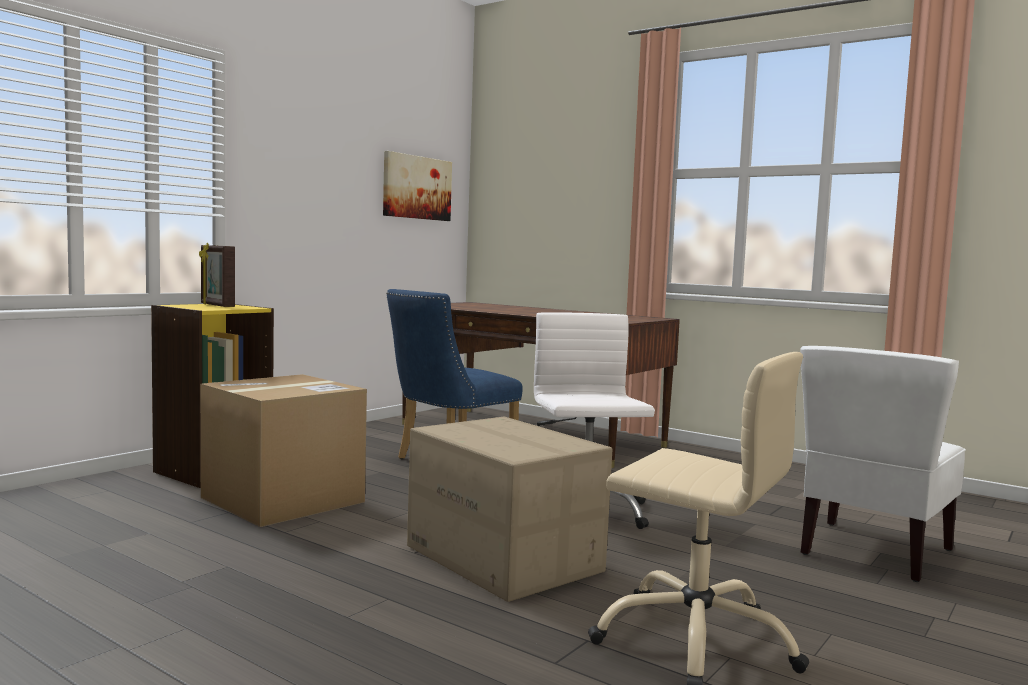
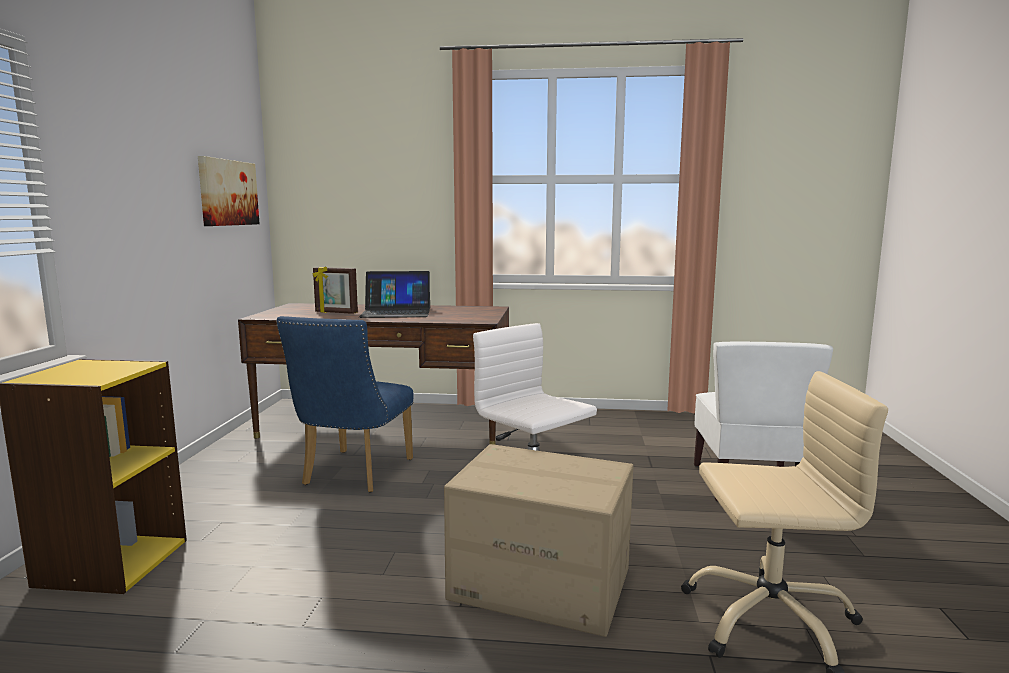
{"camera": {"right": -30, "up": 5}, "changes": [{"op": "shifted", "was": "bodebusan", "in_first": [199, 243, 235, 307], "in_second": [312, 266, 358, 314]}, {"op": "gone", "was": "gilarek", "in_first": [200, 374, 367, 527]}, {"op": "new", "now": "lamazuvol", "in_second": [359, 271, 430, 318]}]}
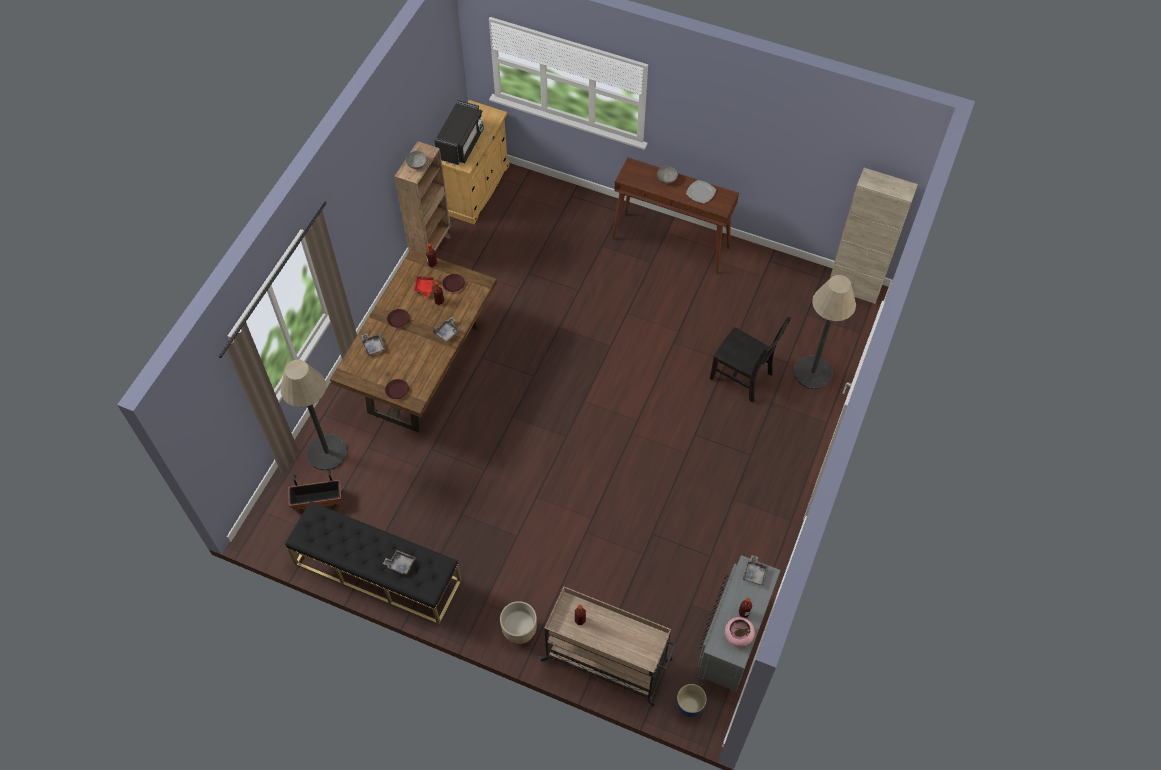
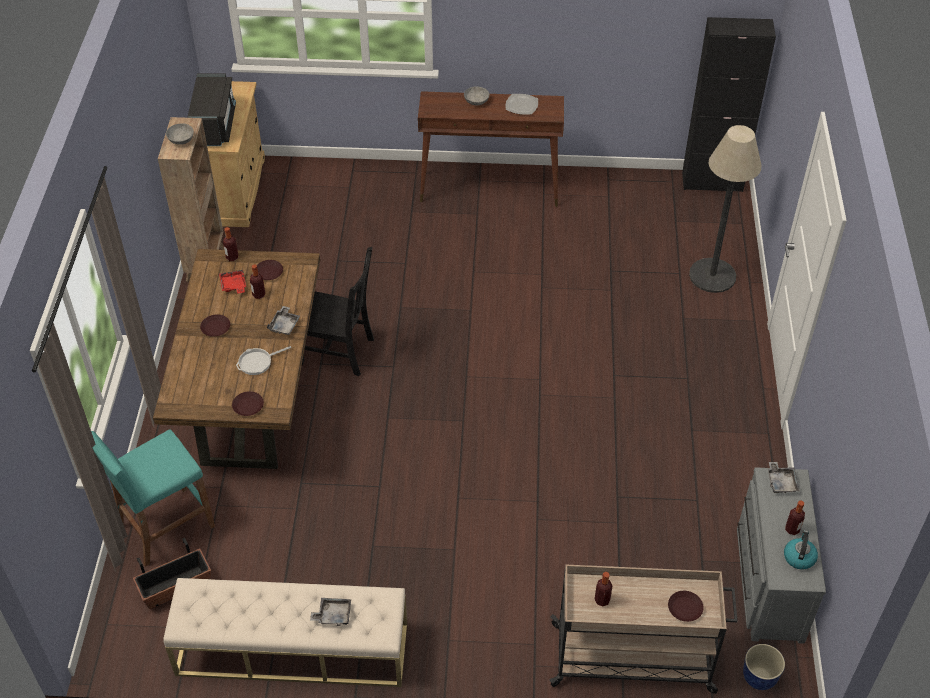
{"camera": {"right": -20, "up": -10}, "changes": [{"op": "swapped", "was": "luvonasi", "now": "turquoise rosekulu", "in_first": [281, 360, 347, 470], "in_second": [91, 430, 215, 567]}, {"op": "repainted", "was": "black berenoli", "now": "beige berenoli", "in_first": [285, 502, 462, 624], "in_second": [163, 578, 407, 687]}, {"op": "gone", "was": "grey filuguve", "in_first": [361, 333, 386, 356]}, {"op": "gone", "was": "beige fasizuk", "in_first": [500, 601, 537, 644]}, {"op": "shifted", "was": "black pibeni", "in_first": [710, 317, 791, 403], "in_second": [302, 247, 374, 376]}, {"op": "swapped", "was": "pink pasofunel", "now": "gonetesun", "in_first": [725, 617, 755, 647], "in_second": [784, 530, 818, 570]}, {"op": "repainted", "was": "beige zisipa", "now": "black zisipa", "in_first": [830, 168, 918, 304], "in_second": [682, 17, 776, 192]}, {"op": "new", "now": "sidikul", "in_second": [236, 346, 291, 375]}, {"op": "new", "now": "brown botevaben", "in_second": [668, 591, 704, 622]}]}
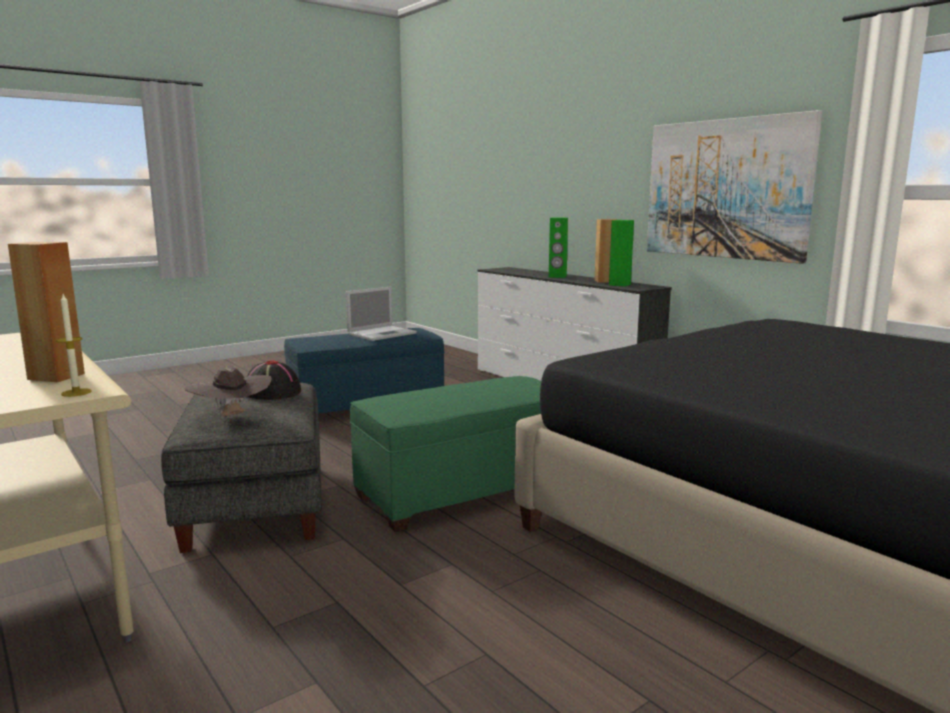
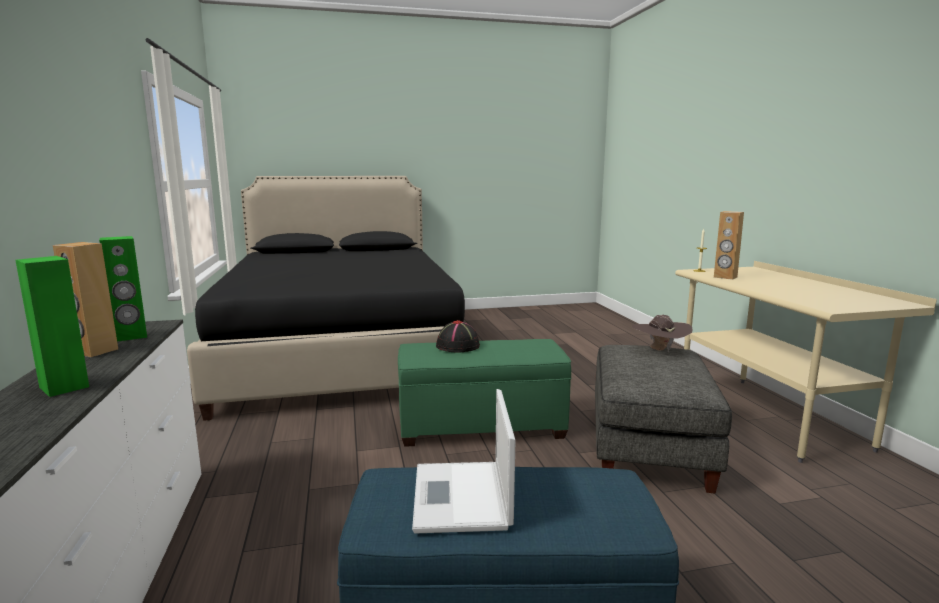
{"camera": {"right": -155, "up": 0}, "changes": [{"op": "shifted", "was": "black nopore", "in_first": [247, 360, 301, 400], "in_second": [436, 320, 480, 353]}, {"op": "rotated", "was": "lamazuvol", "in_first": [346, 286, 417, 341], "in_second": [412, 389, 516, 534], "clockwise": -75}, {"op": "gone", "was": "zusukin", "in_first": [647, 110, 822, 264]}]}
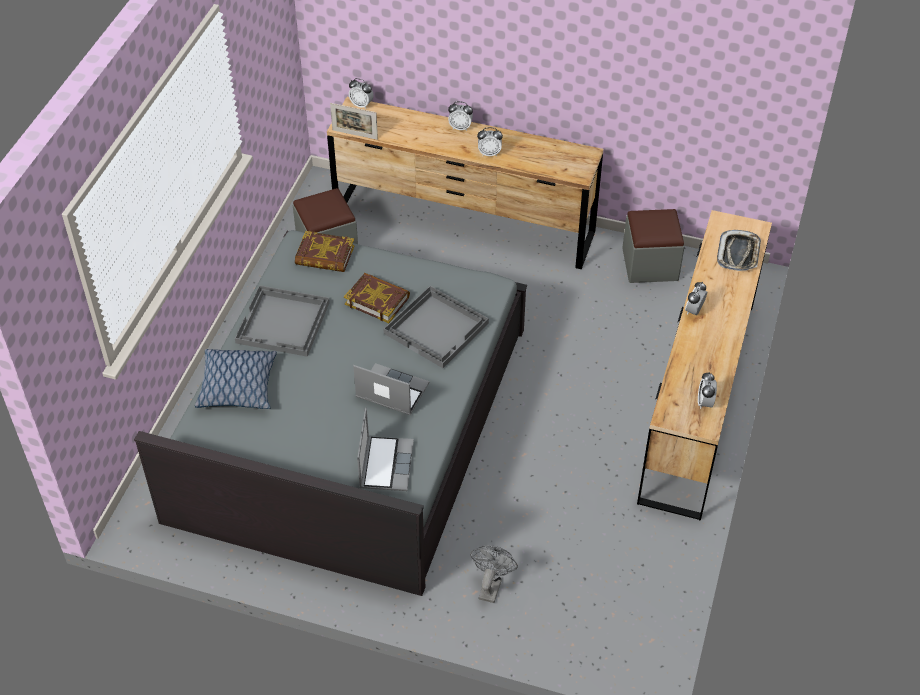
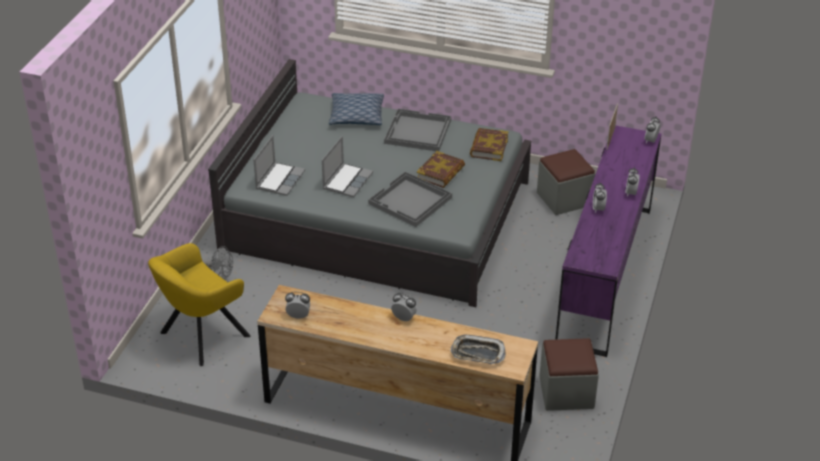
{"camera": {"right": 90, "up": -10}, "changes": [{"op": "repainted", "was": "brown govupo", "now": "purple govupo", "in_first": [327, 97, 603, 269], "in_second": [555, 126, 661, 357]}, {"op": "rotated", "was": "lamazuvol", "in_first": [357, 408, 414, 491], "in_second": [254, 135, 305, 196], "clockwise": -75}, {"op": "new", "now": "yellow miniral", "in_second": [148, 243, 251, 366]}]}
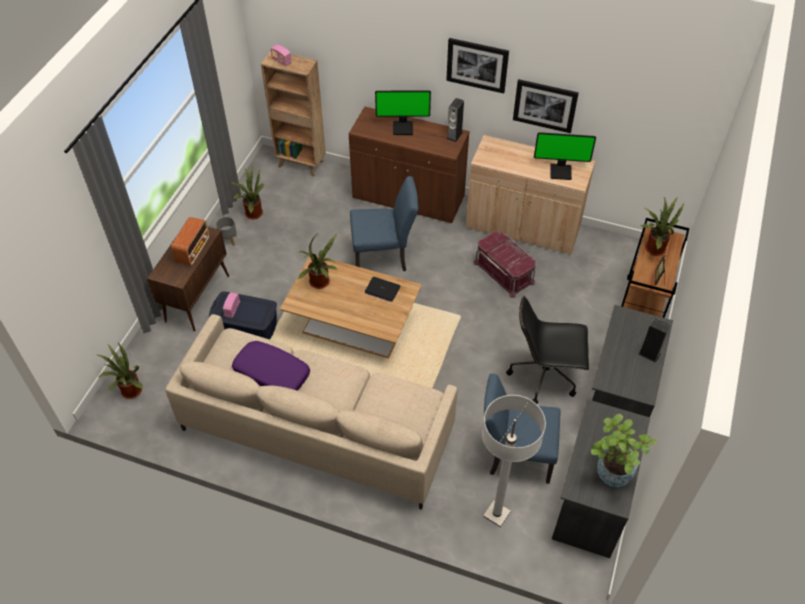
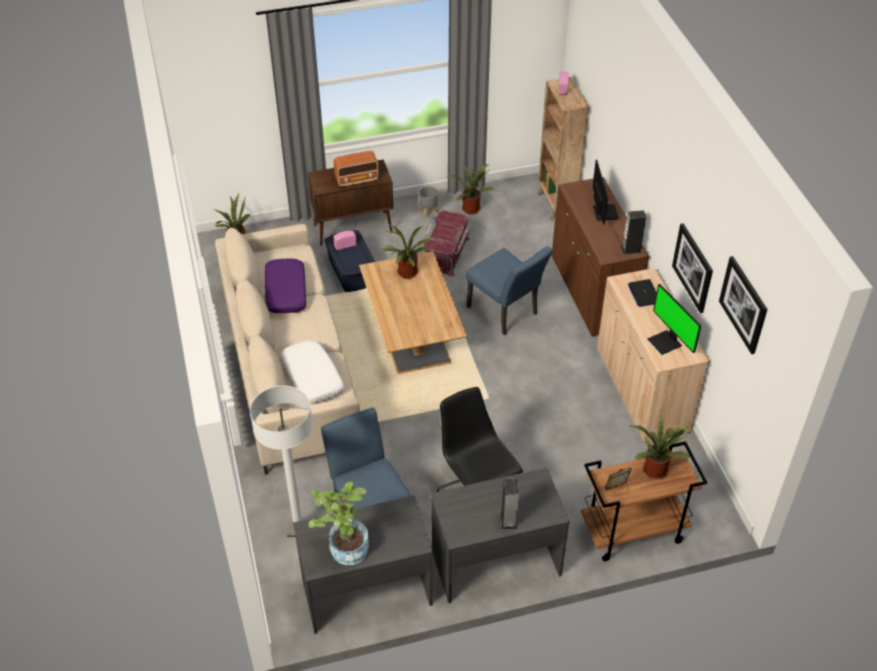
{"camera": {"right": 55, "up": -5}, "changes": [{"op": "shifted", "was": "lamazuvol", "in_first": [365, 277, 401, 302], "in_second": [628, 279, 657, 307]}, {"op": "rotated", "was": "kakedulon", "in_first": [375, 91, 431, 135], "in_second": [593, 160, 619, 225], "clockwise": -150}, {"op": "shifted", "was": "zusukin", "in_first": [446, 38, 509, 94], "in_second": [719, 256, 767, 354]}, {"op": "shifted", "was": "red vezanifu", "in_first": [473, 231, 536, 298], "in_second": [423, 211, 471, 277]}, {"op": "new", "now": "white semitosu", "in_second": [281, 340, 344, 402]}]}
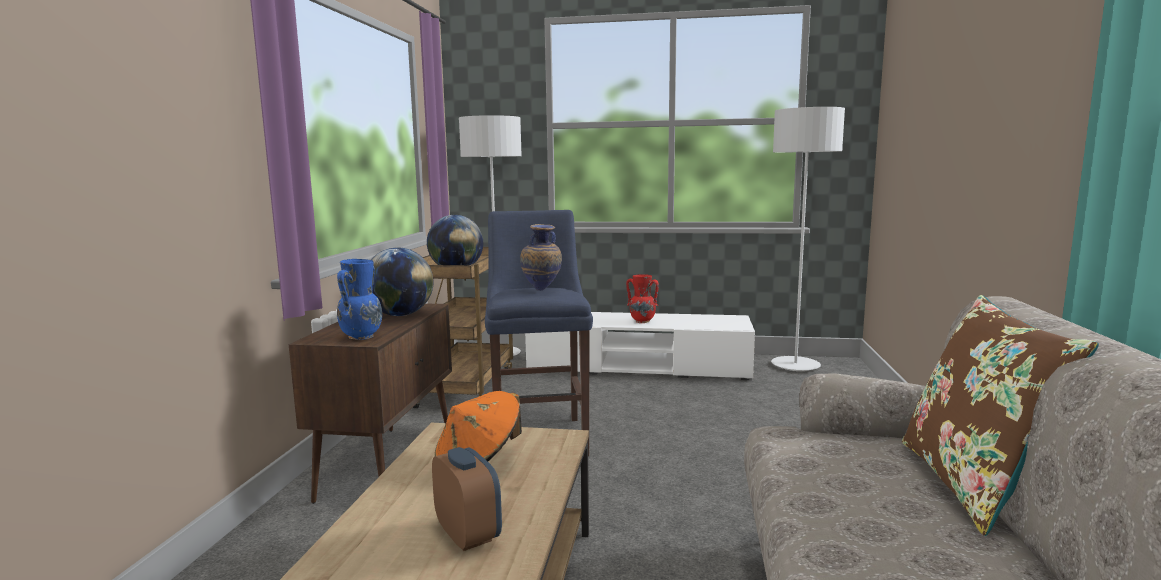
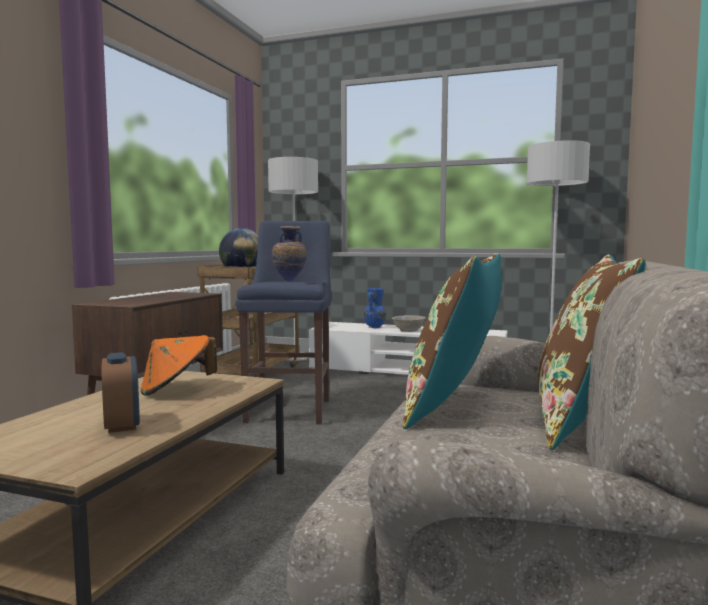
{"camera": {"right": 10, "up": -5}, "changes": [{"op": "shifted", "was": "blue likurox", "in_first": [337, 259, 382, 340], "in_second": [364, 288, 386, 328]}, {"op": "gone", "was": "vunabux", "in_first": [371, 248, 433, 316]}, {"op": "swapped", "was": "red likurox", "now": "white pasofunel", "in_first": [626, 274, 659, 323], "in_second": [392, 315, 426, 332]}, {"op": "new", "now": "brown semitosu", "in_second": [403, 253, 502, 429]}]}
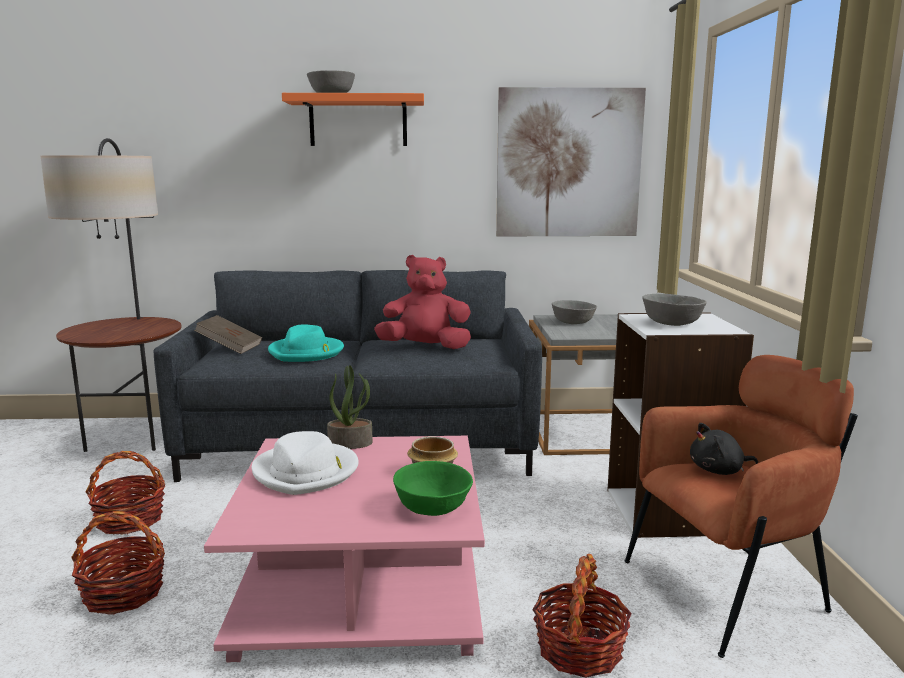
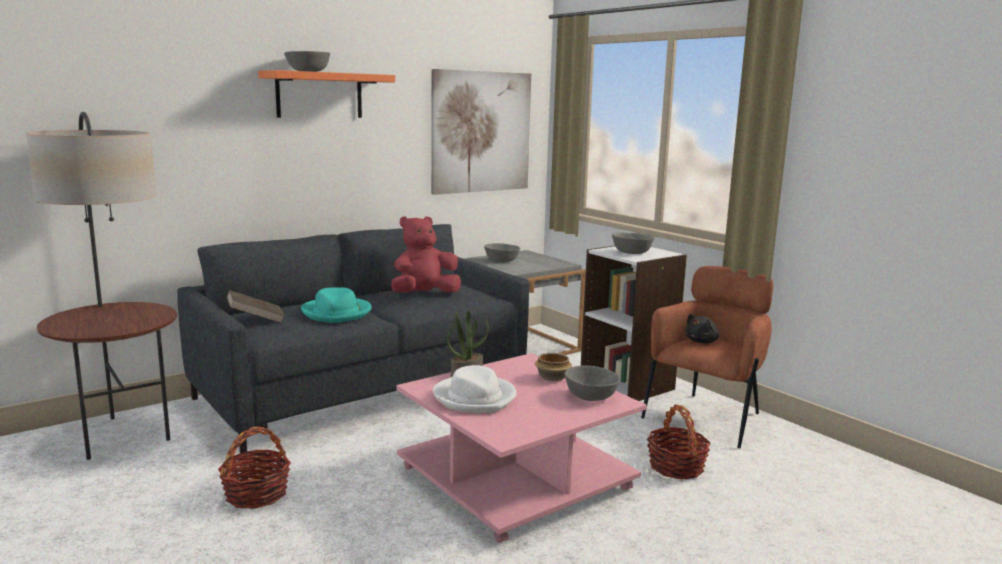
{"camera": {"right": -35, "up": 0}, "changes": [{"op": "gone", "was": "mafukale", "in_first": [71, 511, 165, 615]}, {"op": "repainted", "was": "green pasofunel", "now": "grey pasofunel", "in_first": [393, 461, 473, 516], "in_second": [565, 366, 620, 401]}]}
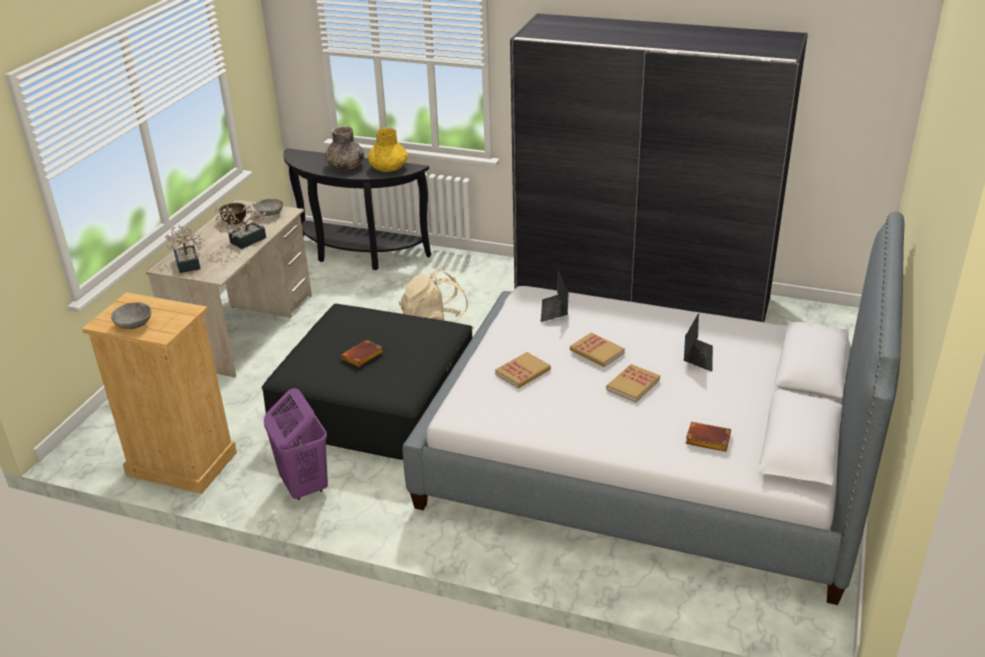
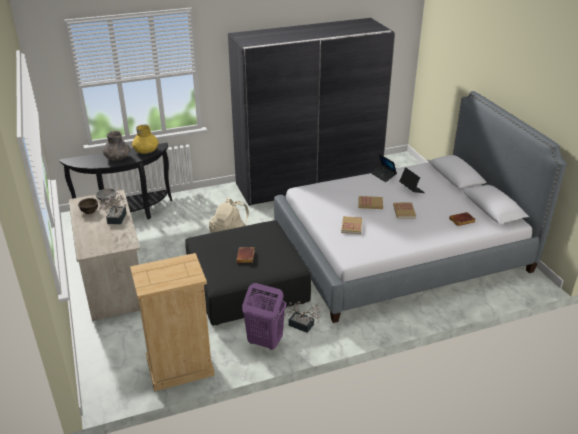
{"camera": {"right": -40, "up": 0}, "changes": [{"op": "gone", "was": "grey pasofunel", "in_first": [111, 302, 151, 329]}, {"op": "shifted", "was": "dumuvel", "in_first": [165, 226, 205, 273], "in_second": [284, 301, 322, 333]}, {"op": "shifted", "was": "lamazuvol", "in_first": [541, 270, 568, 322], "in_second": [371, 154, 397, 182]}]}
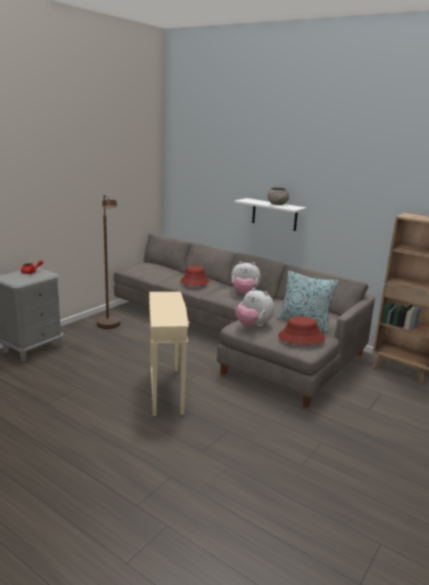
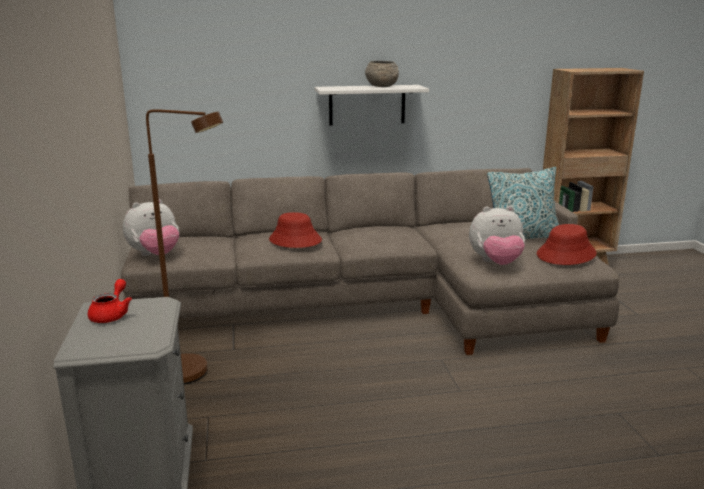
{"camera": {"right": -45, "up": 0}, "changes": [{"op": "gone", "was": "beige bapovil", "in_first": [149, 292, 190, 416]}, {"op": "shifted", "was": "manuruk", "in_first": [231, 261, 261, 294], "in_second": [123, 199, 179, 256]}]}
